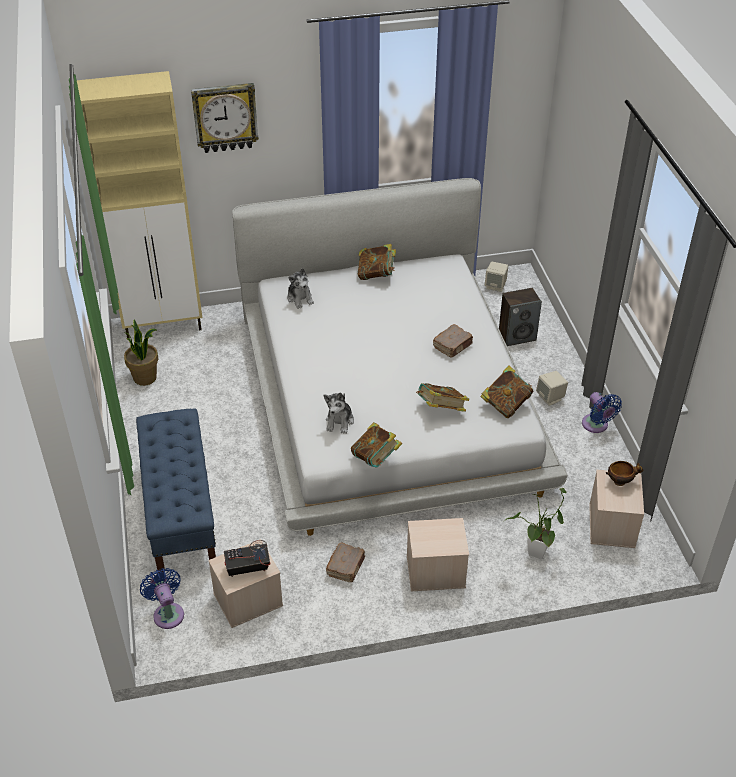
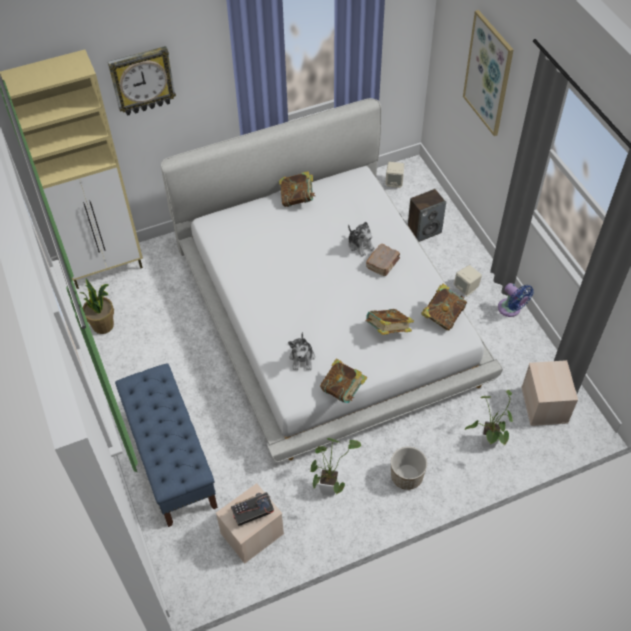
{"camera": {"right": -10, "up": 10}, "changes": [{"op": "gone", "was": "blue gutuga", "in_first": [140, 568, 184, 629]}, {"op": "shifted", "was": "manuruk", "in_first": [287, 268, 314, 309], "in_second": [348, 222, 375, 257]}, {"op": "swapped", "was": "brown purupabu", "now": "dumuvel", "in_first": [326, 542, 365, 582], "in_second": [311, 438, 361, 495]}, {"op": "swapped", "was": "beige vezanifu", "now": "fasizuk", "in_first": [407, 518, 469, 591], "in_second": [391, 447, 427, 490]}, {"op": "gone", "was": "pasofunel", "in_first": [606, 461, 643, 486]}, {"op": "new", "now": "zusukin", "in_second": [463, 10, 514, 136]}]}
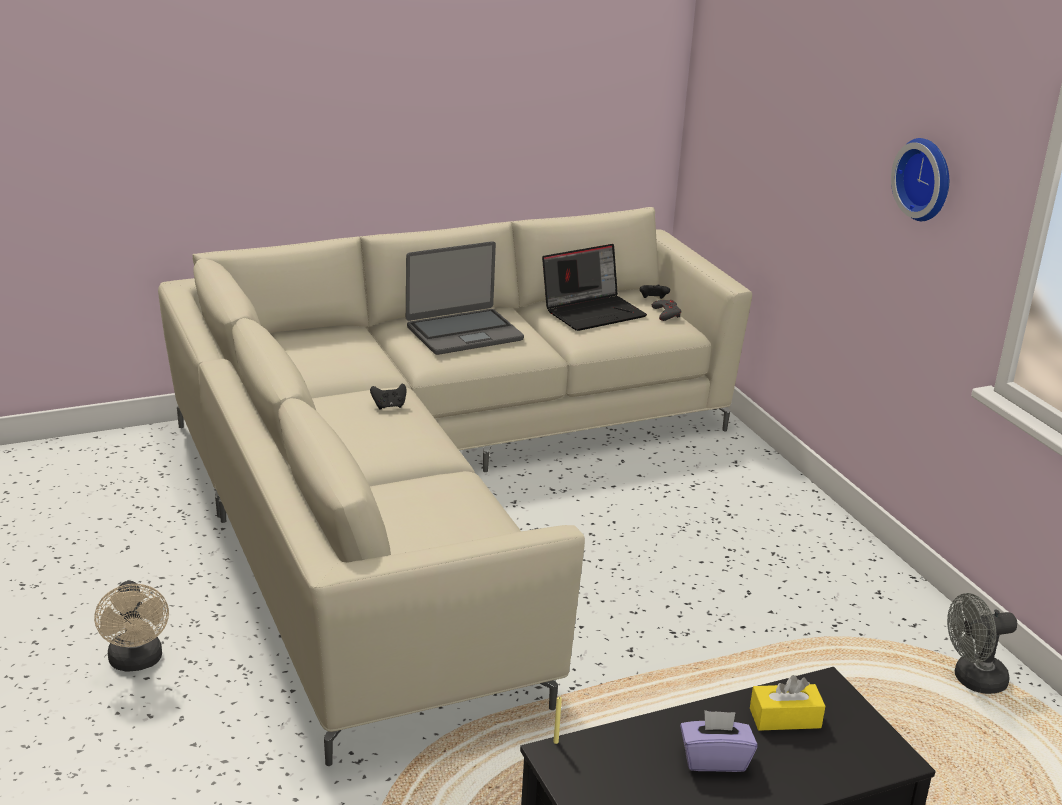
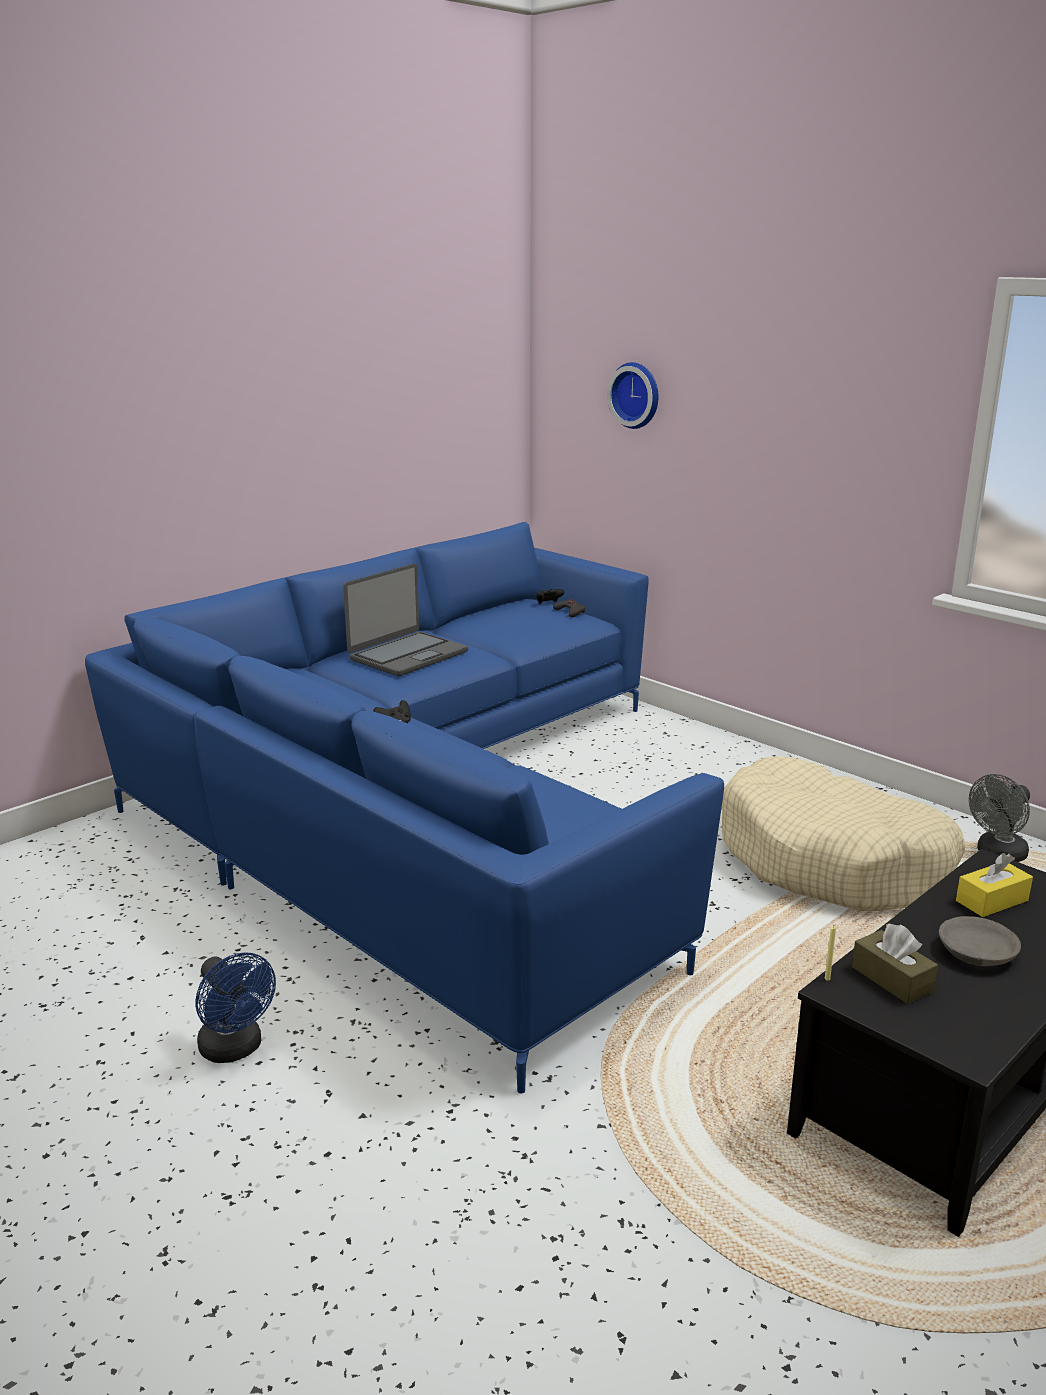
{"camera": {"right": -20, "up": -5}, "changes": [{"op": "repainted", "was": "beige gutuga", "now": "blue gutuga", "in_first": [94, 581, 169, 672], "in_second": [195, 952, 276, 1063]}, {"op": "repainted", "was": "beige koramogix", "now": "blue koramogix", "in_first": [158, 207, 752, 766], "in_second": [85, 522, 724, 1094]}, {"op": "gone", "was": "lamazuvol", "in_first": [542, 244, 647, 331]}, {"op": "swapped", "was": "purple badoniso", "now": "grey pasofunel", "in_first": [680, 710, 757, 772], "in_second": [939, 916, 1021, 966]}, {"op": "shifted", "was": "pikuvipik", "in_first": [891, 138, 949, 221], "in_second": [607, 362, 658, 429]}, {"op": "new", "now": "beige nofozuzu", "in_second": [722, 756, 965, 911]}, {"op": "new", "now": "brown badoniso", "in_second": [852, 924, 938, 1004]}]}
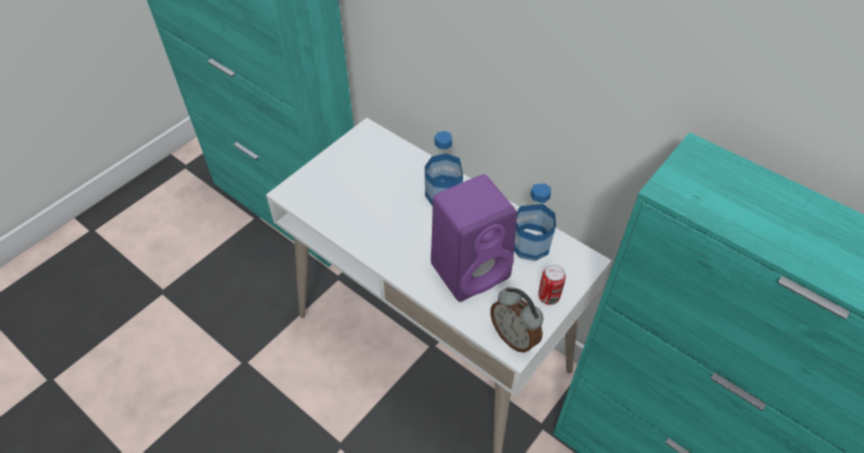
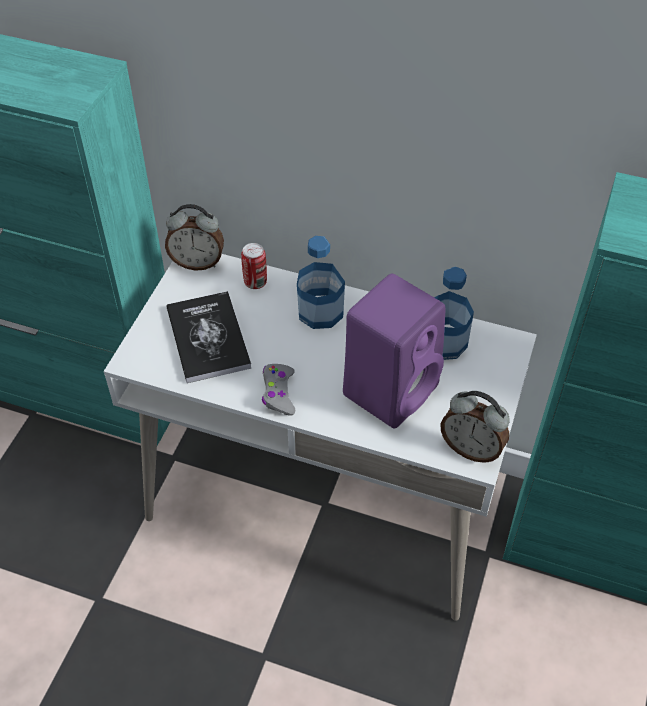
{"camera": {"right": -20, "up": 0}, "changes": [{"op": "shifted", "was": "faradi", "in_first": [538, 264, 566, 305], "in_second": [241, 243, 267, 289]}, {"op": "new", "now": "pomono", "in_second": [165, 204, 224, 270]}, {"op": "new", "now": "purupabu", "in_second": [166, 291, 251, 383]}, {"op": "new", "now": "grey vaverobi", "in_second": [262, 364, 295, 416]}]}
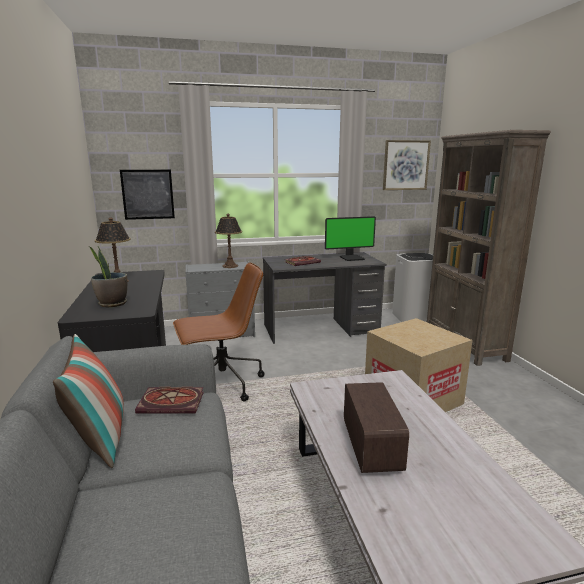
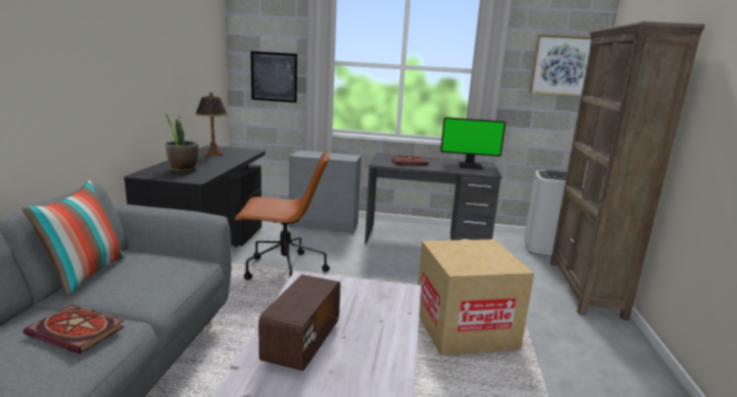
{"camera": {"right": 20, "up": 0}, "changes": [{"op": "shifted", "was": "purupabu", "in_first": [135, 387, 204, 413], "in_second": [23, 304, 125, 354]}, {"op": "gone", "was": "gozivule", "in_first": [215, 214, 242, 268]}]}
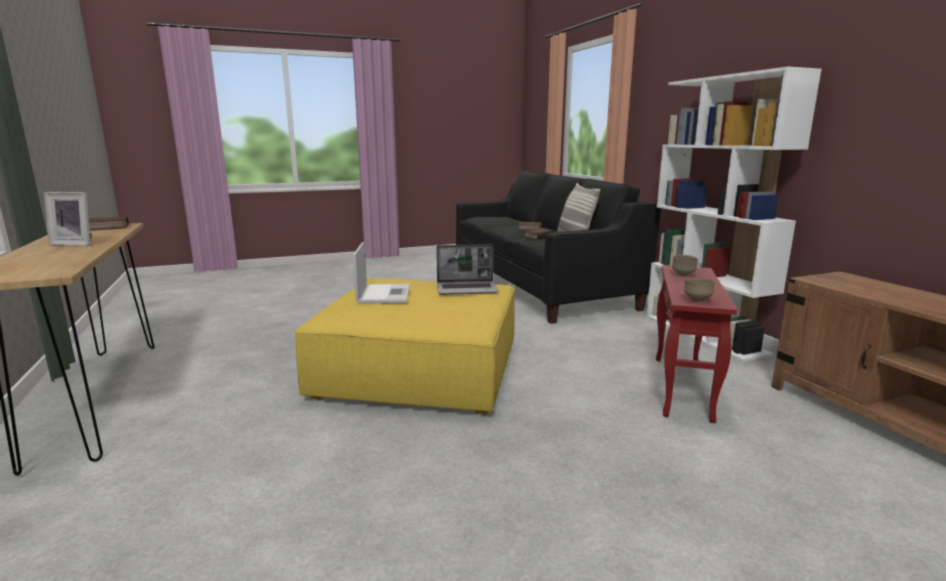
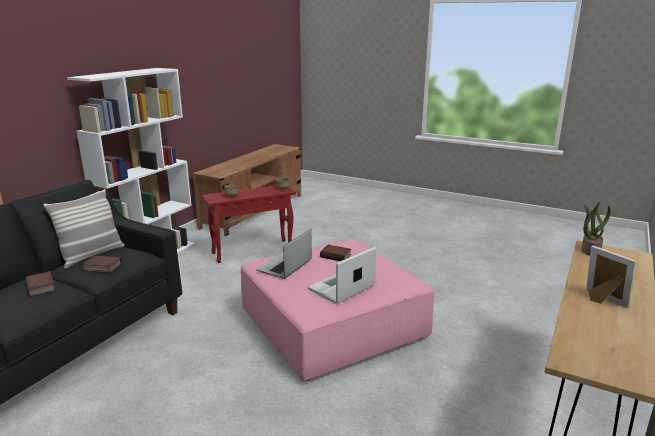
{"camera": {"right": -130, "up": 5}, "changes": [{"op": "shifted", "was": "purupabu", "in_first": [89, 217, 129, 231], "in_second": [320, 245, 351, 261]}, {"op": "repainted", "was": "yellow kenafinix", "now": "pink kenafinix", "in_first": [294, 279, 515, 415], "in_second": [240, 238, 435, 381]}, {"op": "rotated", "was": "lamazuvol", "in_first": [436, 244, 499, 295], "in_second": [256, 229, 312, 279], "clockwise": -105}, {"op": "new", "now": "dumuvel", "in_second": [581, 202, 610, 256]}]}
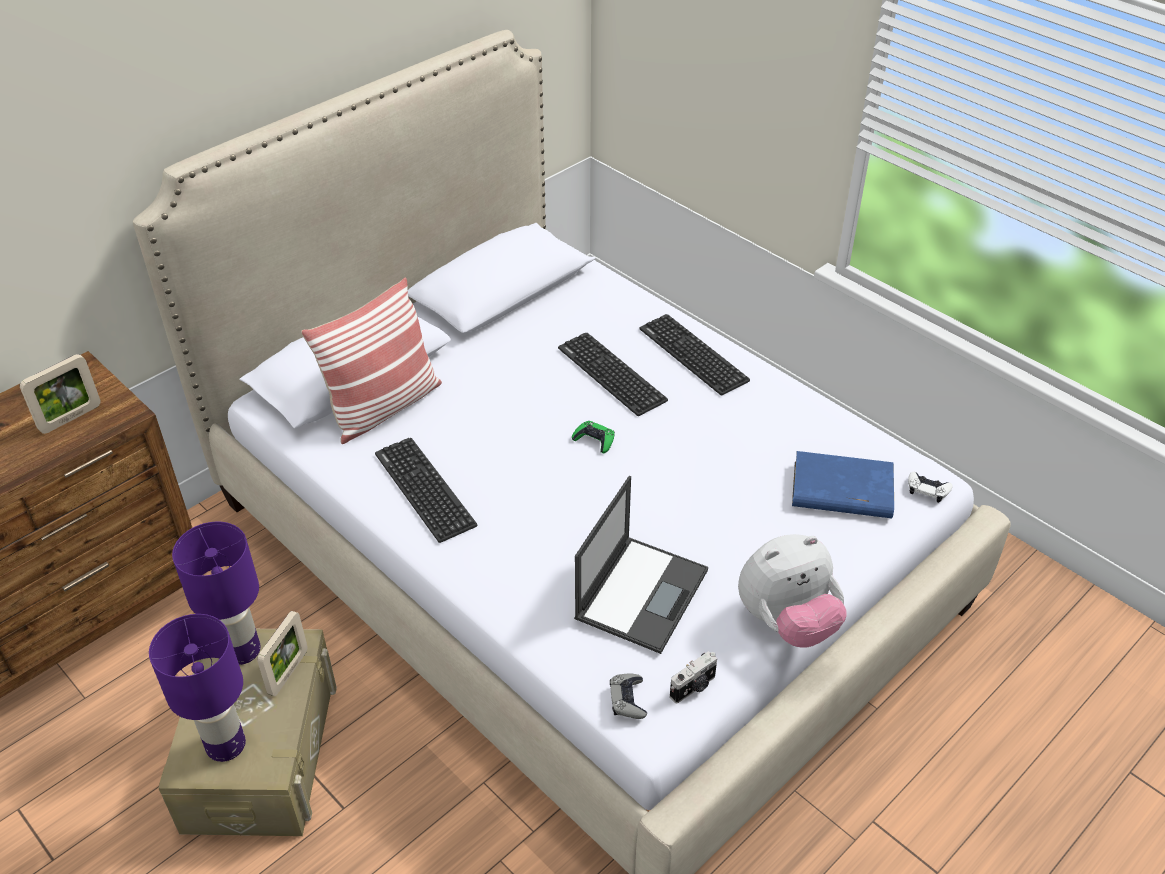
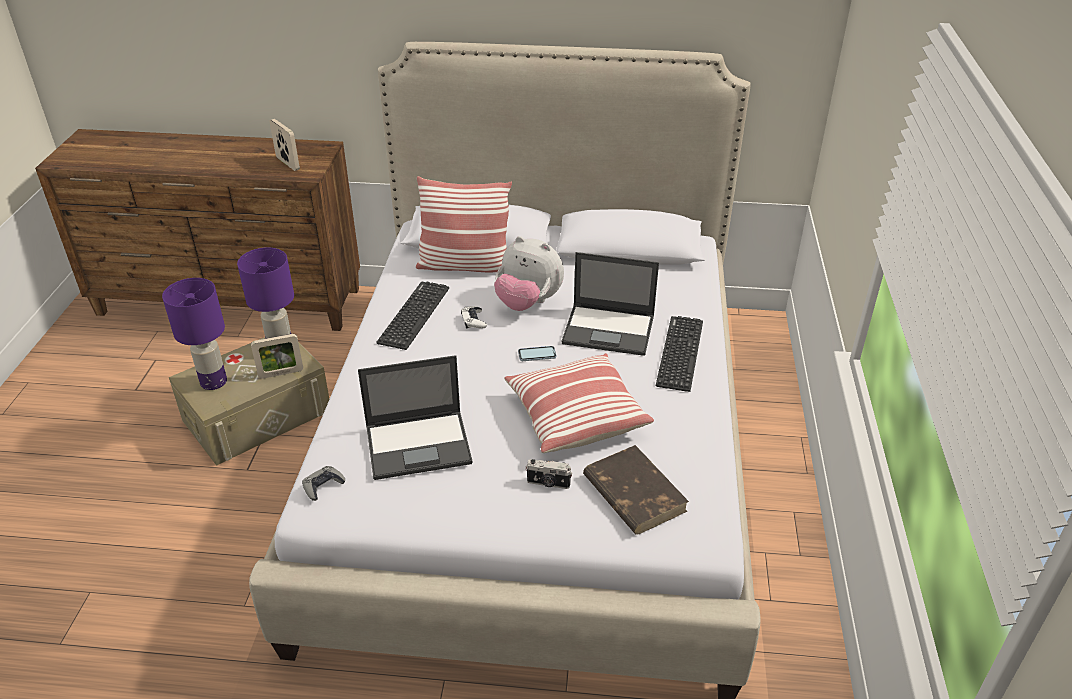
{"camera": {"right": 50, "up": -5}, "changes": [{"op": "rotated", "was": "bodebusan", "in_first": [20, 354, 101, 434], "in_second": [269, 119, 300, 171], "clockwise": -135}, {"op": "swapped", "was": "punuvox", "now": "lamazuvol", "in_first": [558, 333, 668, 416], "in_second": [561, 252, 659, 356]}, {"op": "swapped", "was": "green vaverobi", "now": "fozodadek", "in_first": [572, 421, 615, 453], "in_second": [518, 346, 556, 361]}, {"op": "shifted", "was": "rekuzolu", "in_first": [670, 651, 717, 703], "in_second": [526, 459, 572, 489]}, {"op": "shifted", "was": "manuruk", "in_first": [738, 534, 847, 648], "in_second": [494, 236, 564, 311]}, {"op": "repainted", "was": "blue purupabu", "now": "brown purupabu", "in_first": [792, 451, 894, 518], "in_second": [583, 445, 689, 535]}, {"op": "shifted", "was": "white vaverobi", "in_first": [908, 472, 953, 503], "in_second": [461, 306, 487, 329]}, {"op": "new", "now": "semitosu", "in_second": [504, 353, 654, 453]}]}
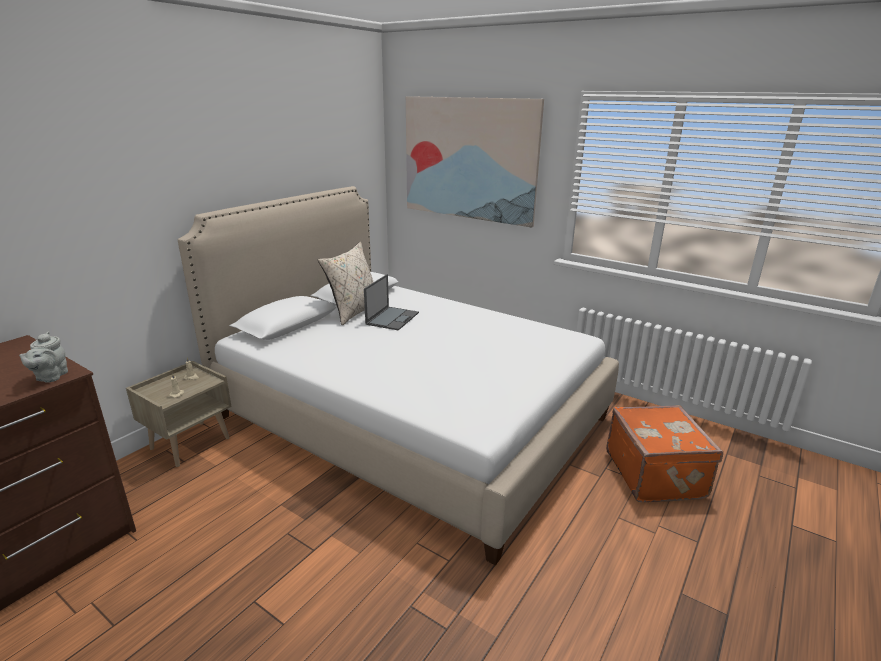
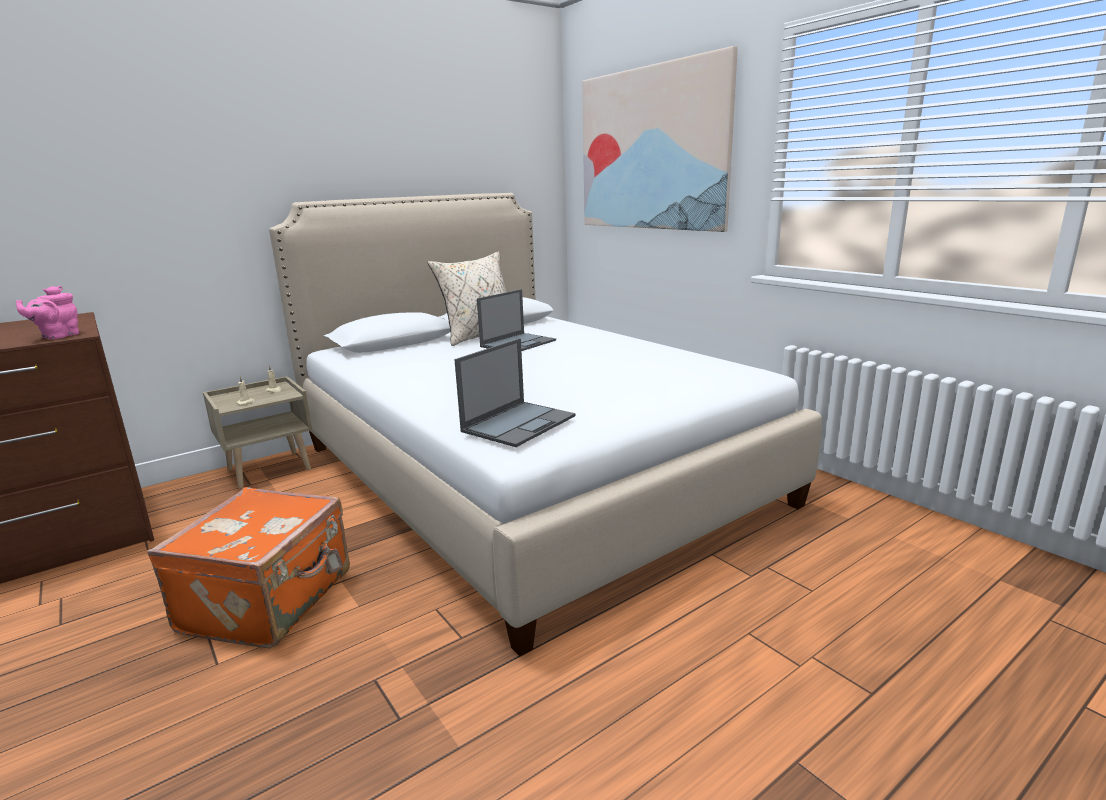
{"camera": {"right": 20, "up": -5}, "changes": [{"op": "repainted", "was": "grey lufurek", "now": "pink lufurek", "in_first": [19, 332, 68, 383], "in_second": [16, 286, 79, 339]}, {"op": "shifted", "was": "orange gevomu", "in_first": [606, 405, 723, 502], "in_second": [147, 487, 350, 649]}, {"op": "new", "now": "lamazuvol", "in_second": [454, 338, 576, 447]}]}
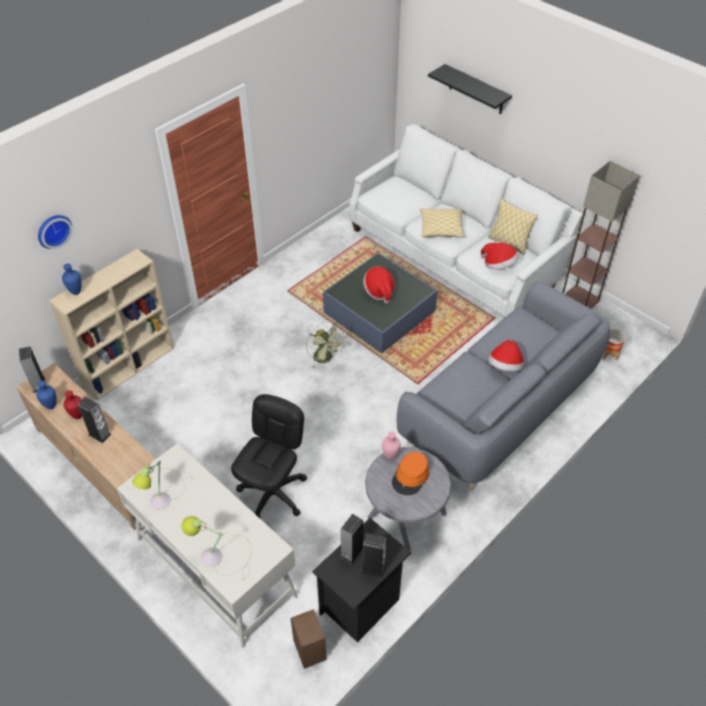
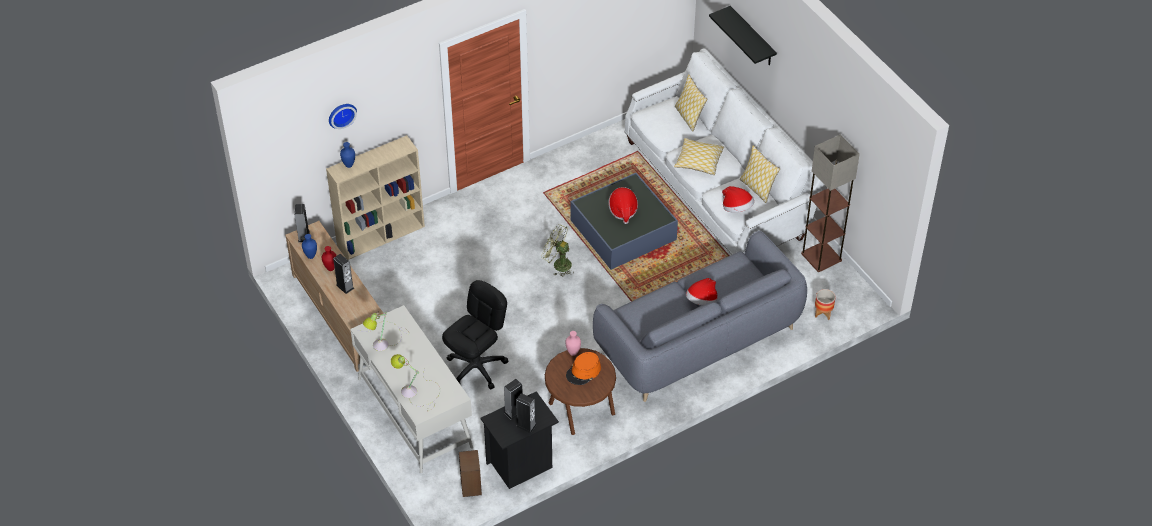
{"camera": {"right": 15, "up": 0}, "changes": [{"op": "rotated", "was": "green gutuga", "in_first": [306, 321, 347, 368], "in_second": [541, 224, 573, 277], "clockwise": 135}, {"op": "repainted", "was": "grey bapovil", "now": "brown bapovil", "in_first": [365, 447, 451, 551], "in_second": [545, 348, 616, 435]}, {"op": "new", "now": "semitosu", "in_second": [675, 74, 707, 131]}]}
